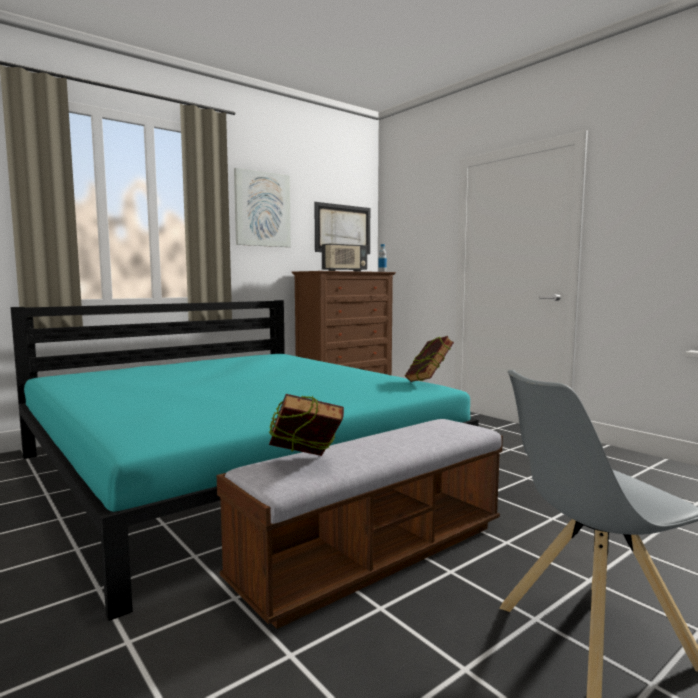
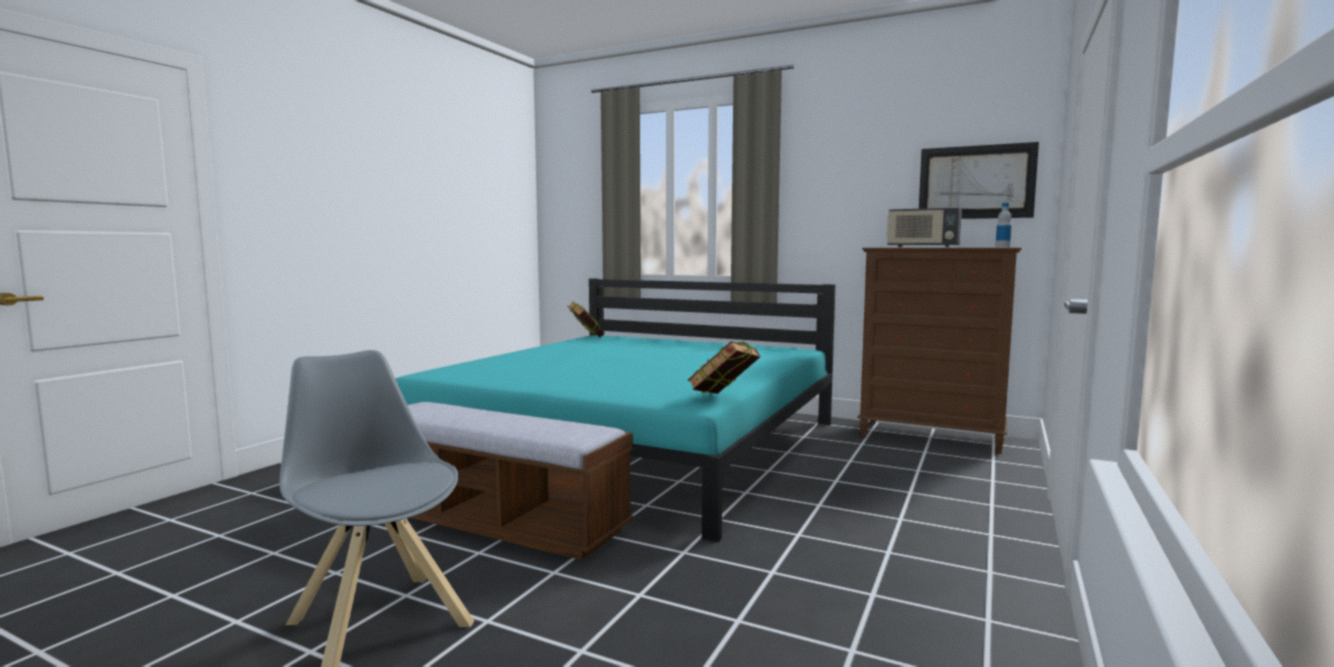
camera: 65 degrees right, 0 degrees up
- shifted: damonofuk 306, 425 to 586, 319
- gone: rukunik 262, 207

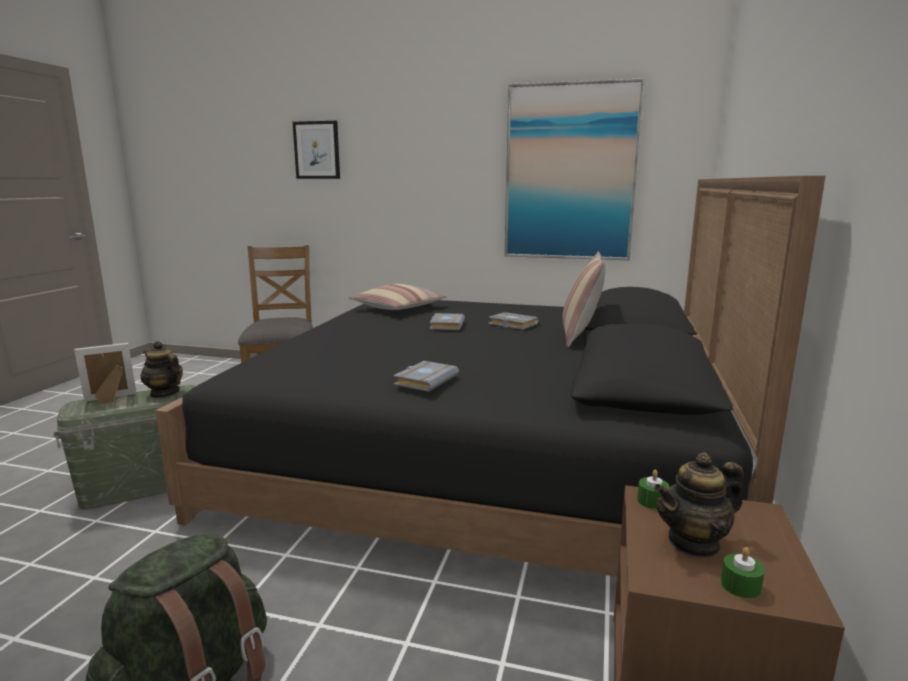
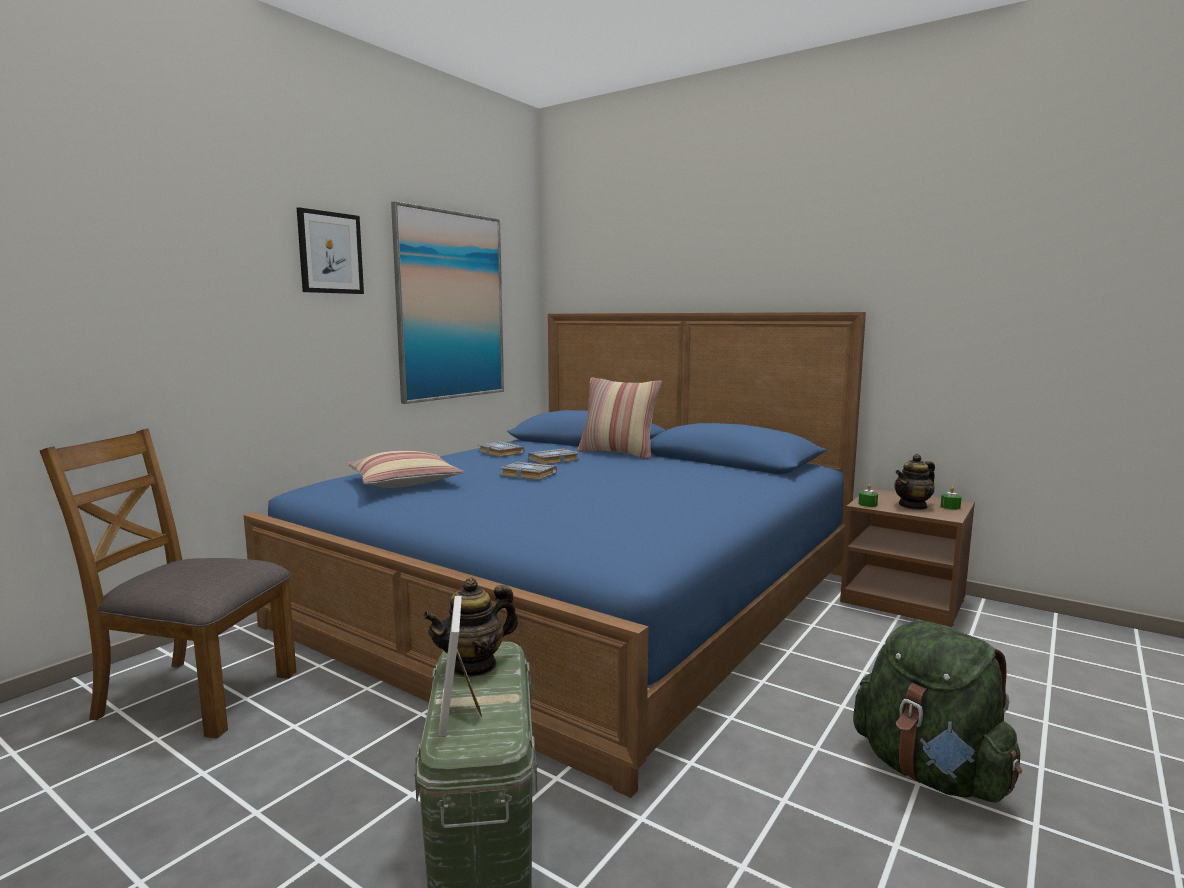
camera: 70 degrees left, 5 degrees down
- repainted: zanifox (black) 490, 376 to zanifox (blue) 554, 555
- shifted: rukunik 316, 150 to 330, 250
- shifted: damonofuk (grey) 426, 376 to 501, 449
- rotated: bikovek 699, 505 = 914, 482 60 degrees clockwise

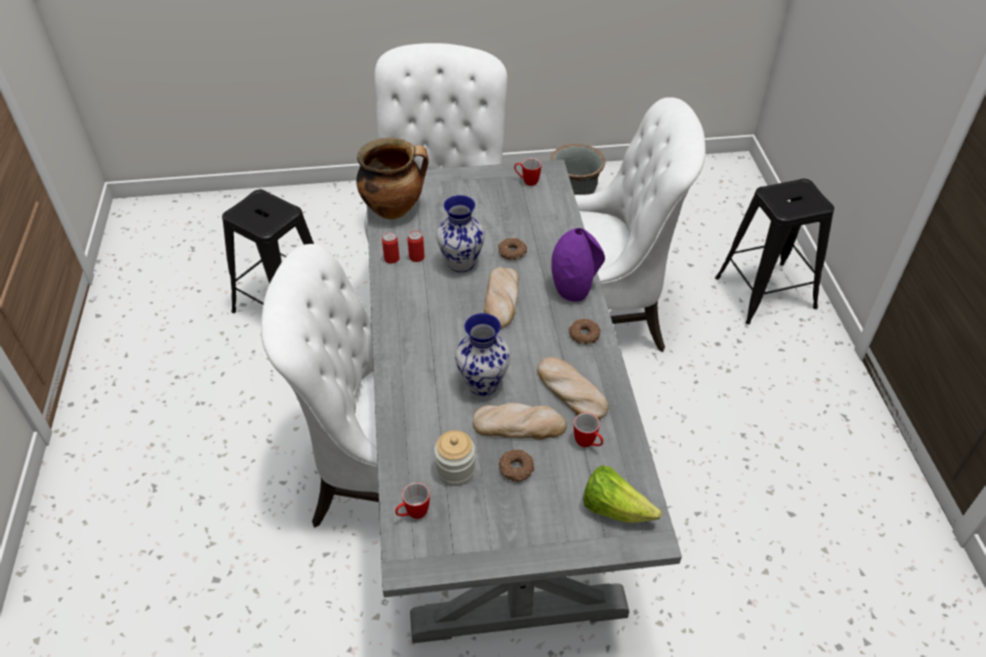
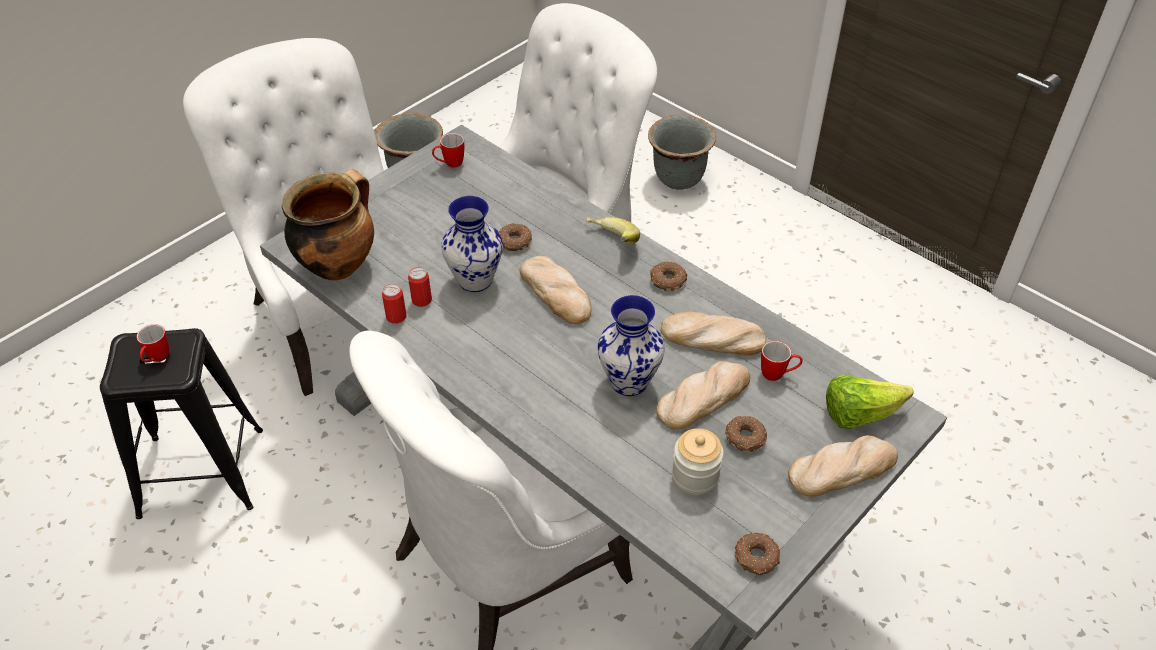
camera: 40 degrees left, 0 degrees up
- shifted: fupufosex 412, 500 to 152, 343
- swapped: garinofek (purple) 578, 265 to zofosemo 613, 230
- swapped: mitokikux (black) 774, 252 to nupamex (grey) 682, 152
- new: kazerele 757, 554
- new: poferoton 843, 466

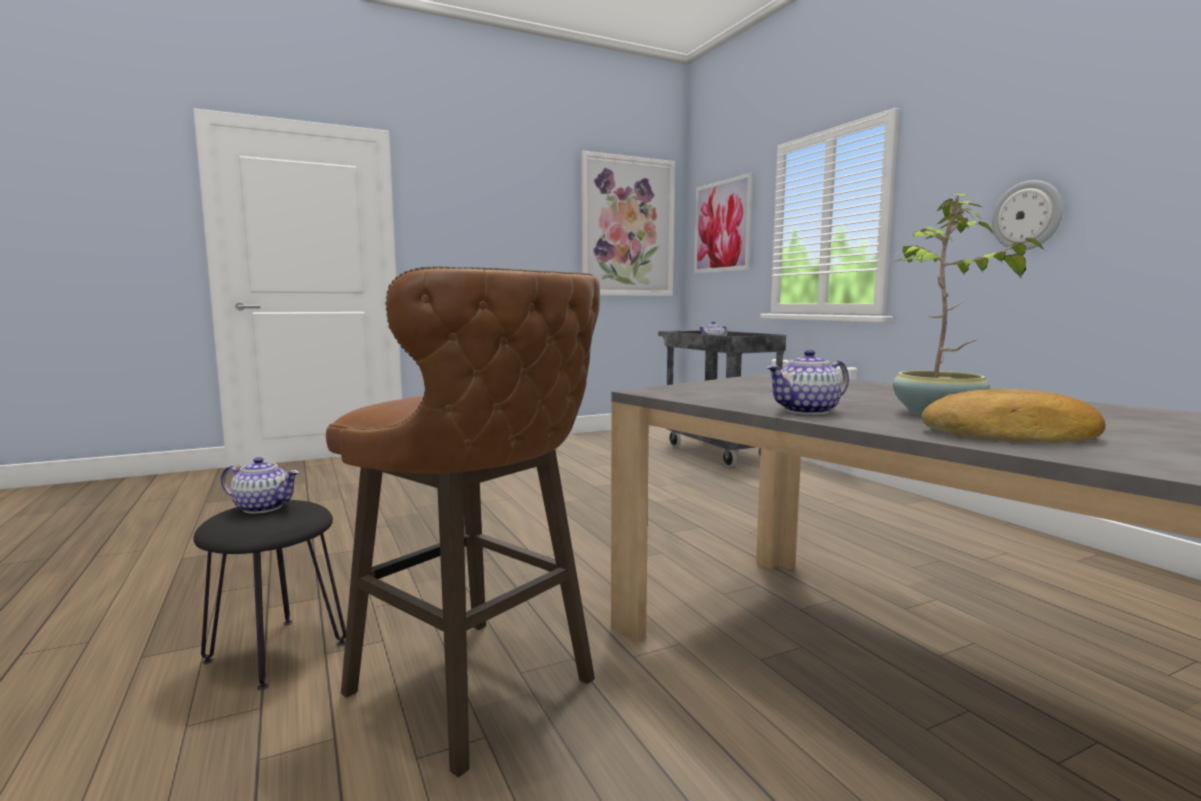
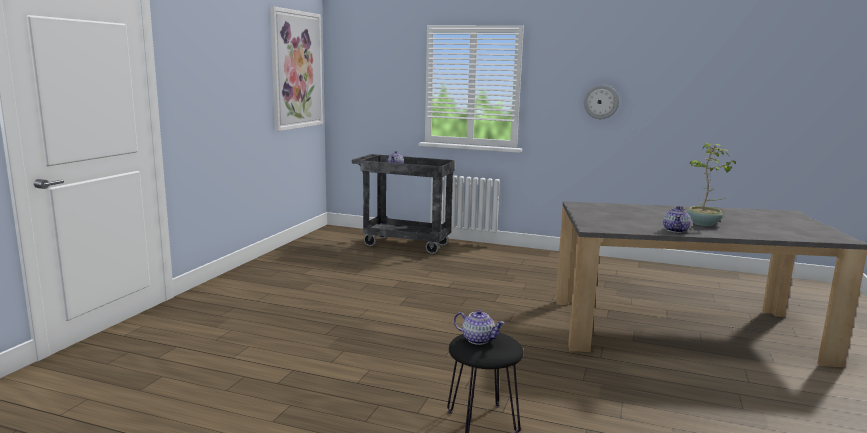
camera: 45 degrees left, 5 degrees up
- rotated: bikovek 260, 485 = 479, 327 60 degrees clockwise
- gone: mitokikux (brown) 463, 521
- gone: rukunik 723, 222
- gone: poferoton 1013, 416

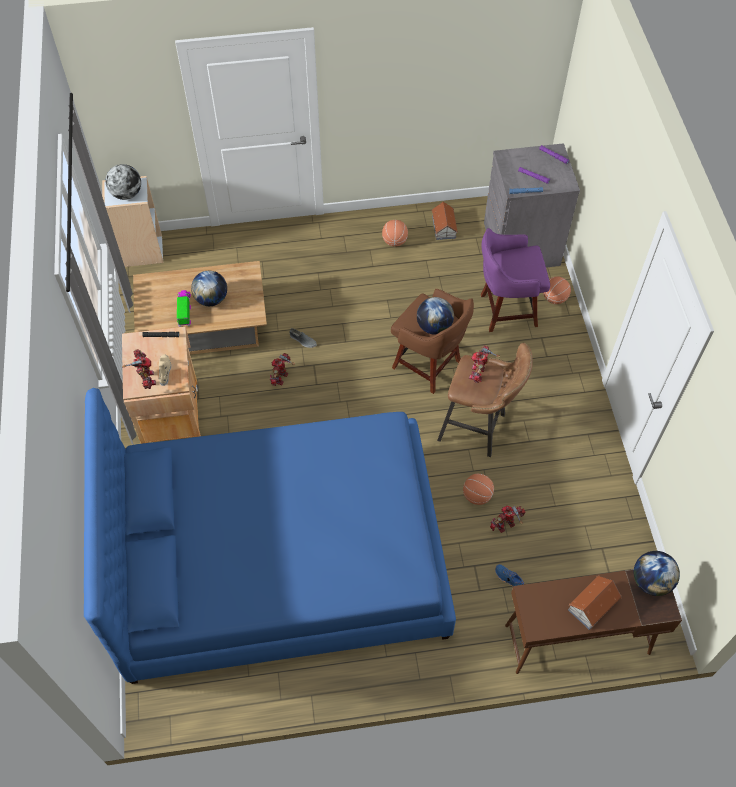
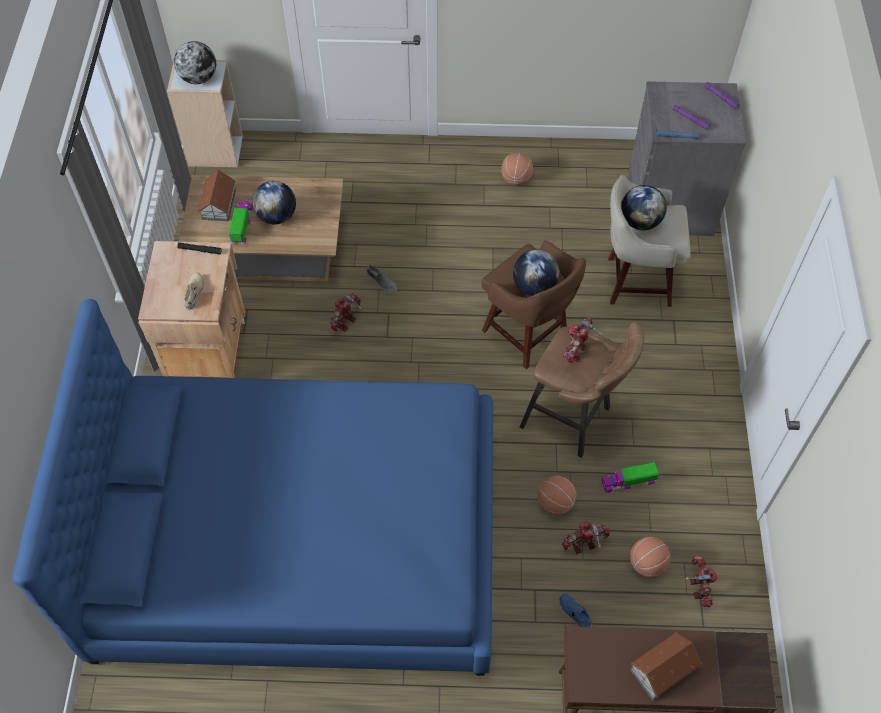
camera: 10 degrees right, 0 degrees up
- shifted: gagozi 445, 221 to 217, 195
- new: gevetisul 630, 477
- repainted: mitokikux (purple) 515, 280 to mitokikux (beige) 649, 240
- shifted: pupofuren 657, 573 to 644, 207
- shifted: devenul 557, 290 to 650, 557
- shifted: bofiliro 139, 369 to 701, 581

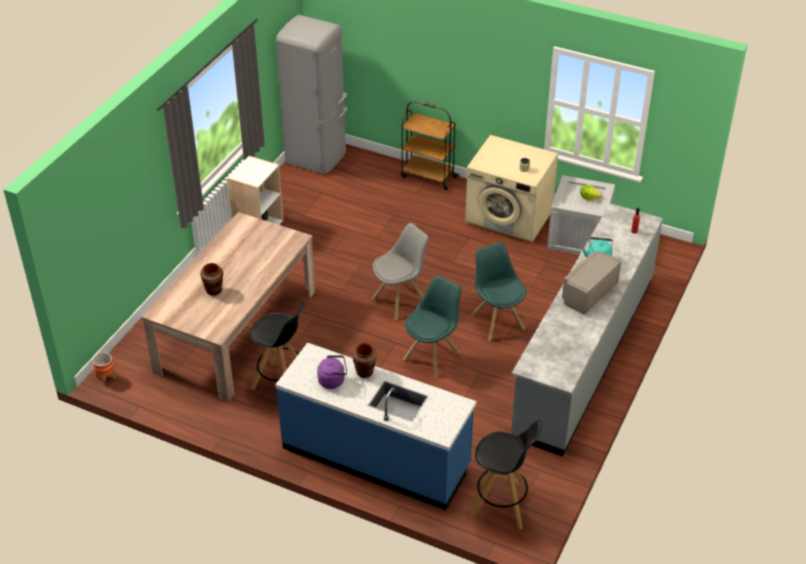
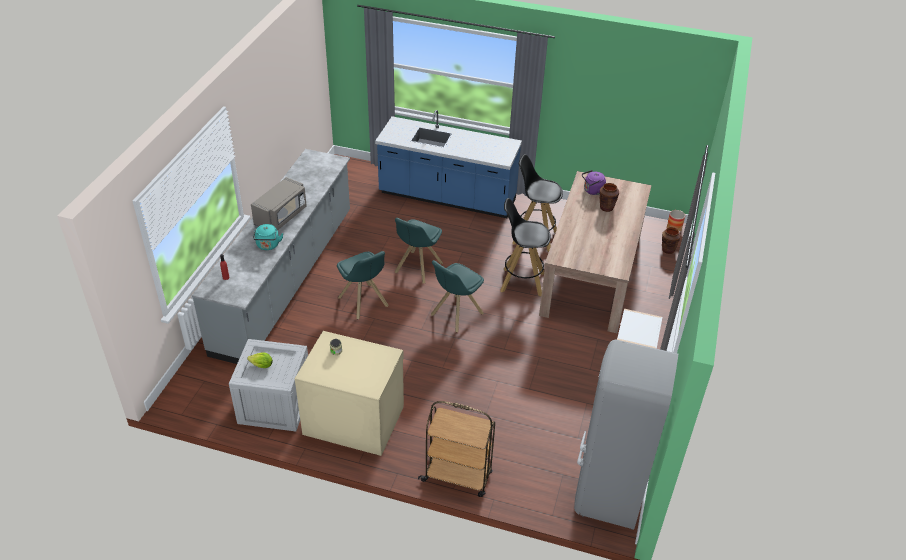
camera: 170 degrees right, 0 degrees up
- repainted: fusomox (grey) 400, 271 to fusomox (turquoise) 457, 296
- shifted: mitokikux (black) 506, 475 to 525, 247
- shifted: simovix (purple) 332, 372 to 594, 182
- shifted: garinofek (brown) 364, 360 to 671, 240

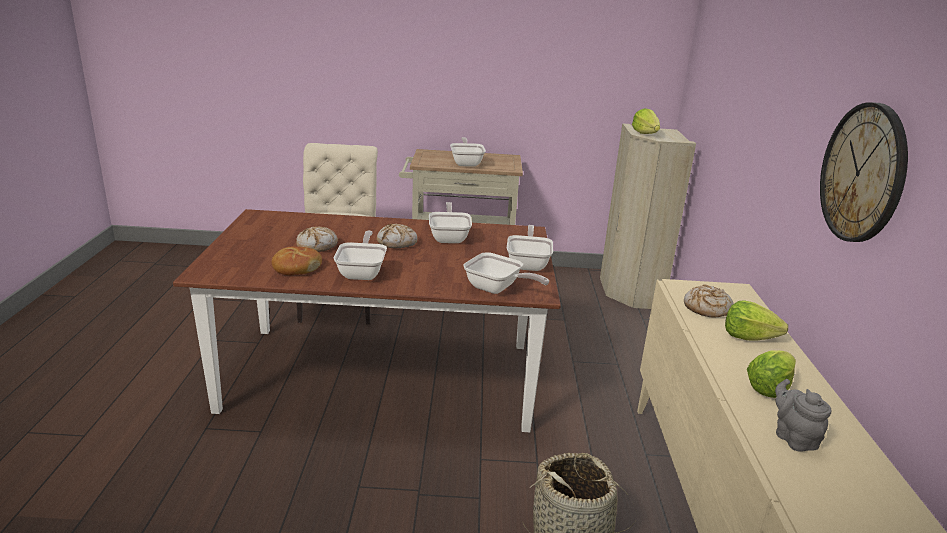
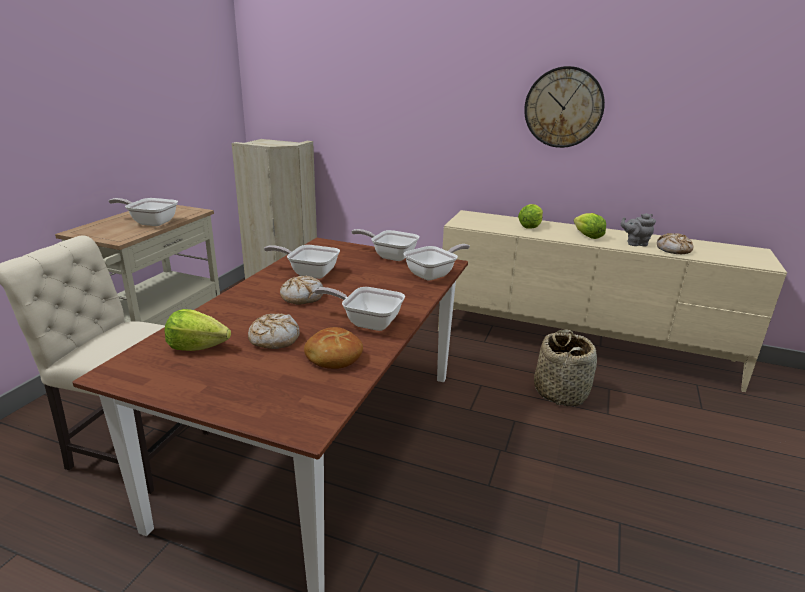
camera: 70 degrees left, 0 degrees up
- shifted: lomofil 646, 121 to 197, 330
- shifted: poferoton 708, 301 to 675, 243

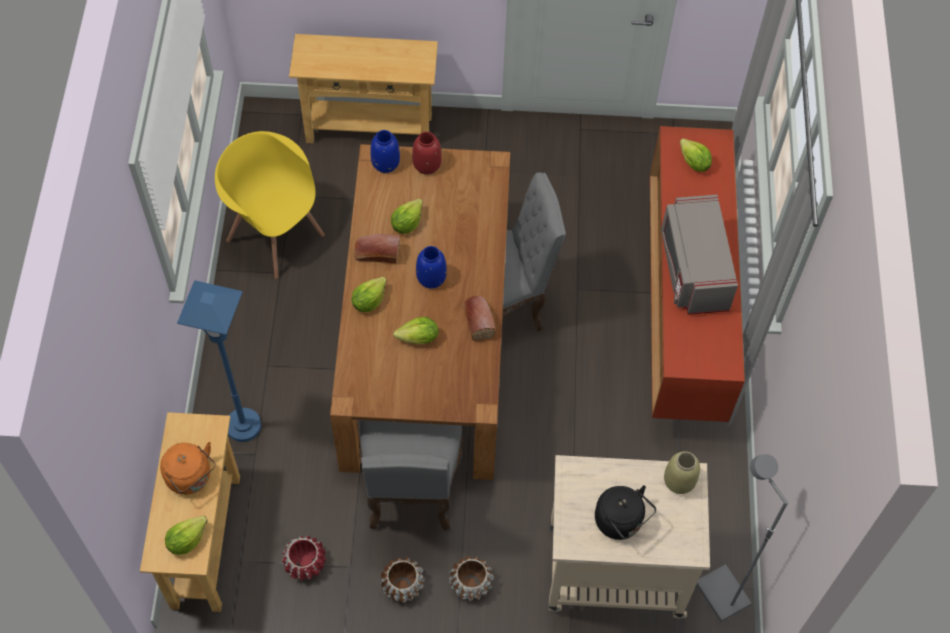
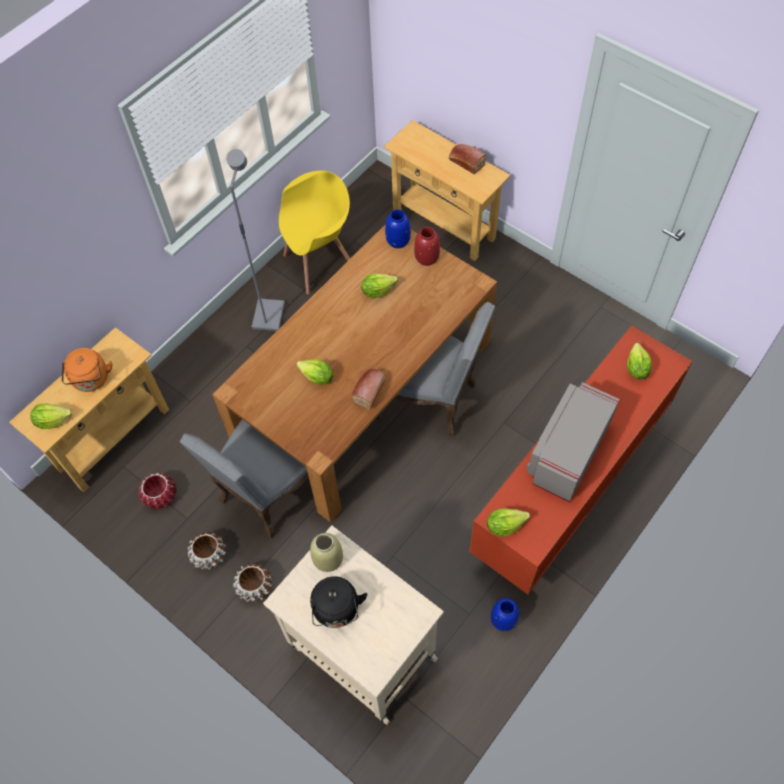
camera: 40 degrees right, 0 degrees up
- shifted: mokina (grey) 742, 538 to 255, 240
- rotated: fusomox (yellow) 270, 204 = 314, 232 75 degrees clockwise
- shifted: garinofek (beige) 682, 472 to 326, 552
- shifted: poferoton 377, 248 to 468, 159
- shifted: lomofil 369, 294 to 508, 522
- shifted: garinofek (blue) 431, 267 to 505, 614
- gone: mokina (blue) 219, 361

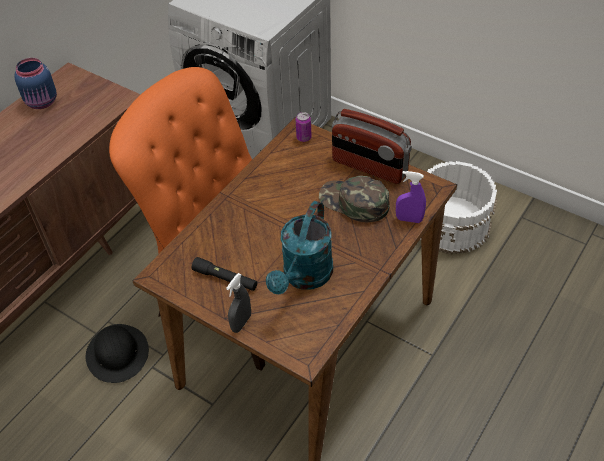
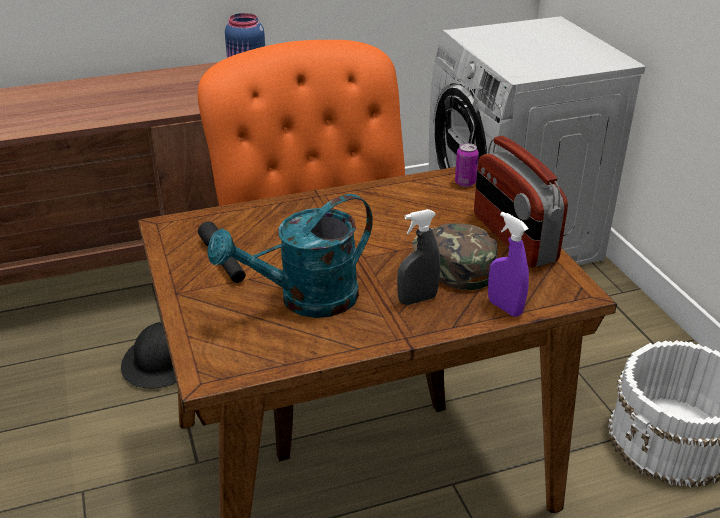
camera: 35 degrees right, 15 degrees down
- shifted: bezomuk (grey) 238, 303 to 418, 257

